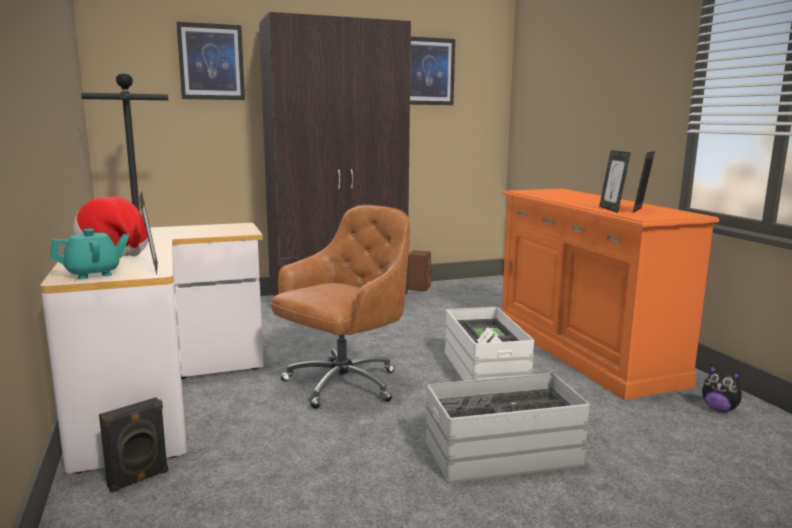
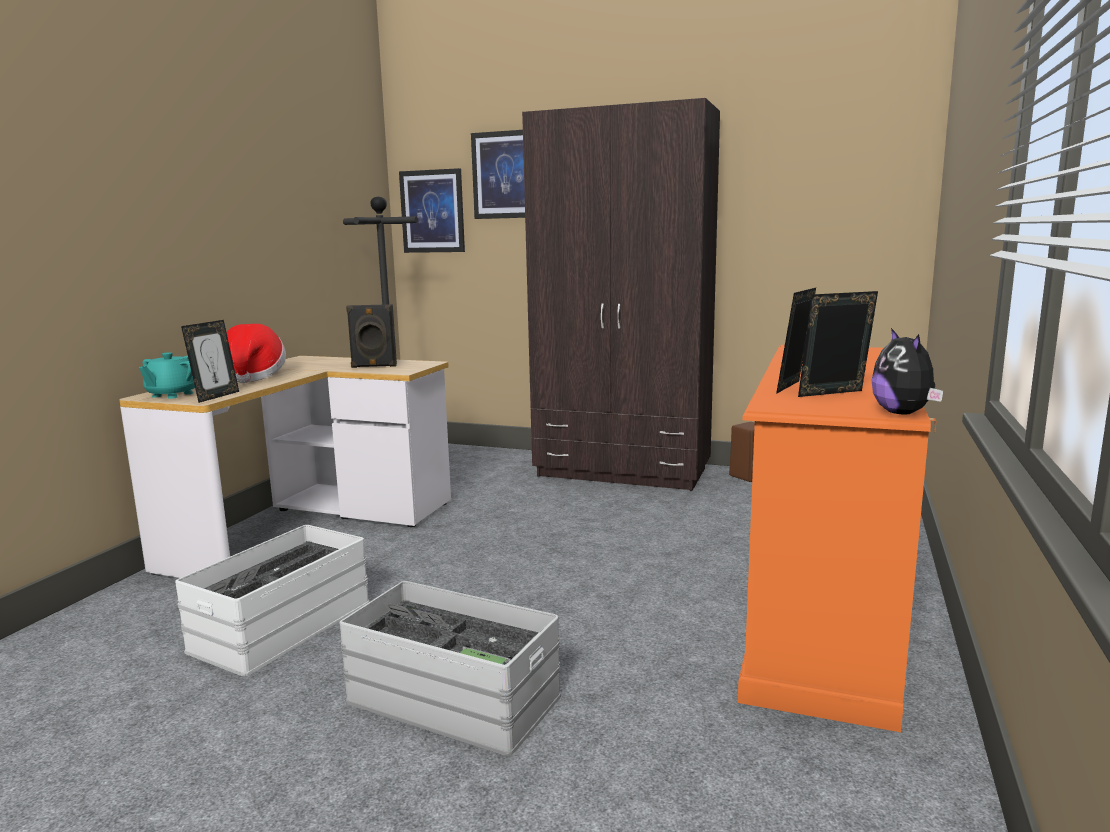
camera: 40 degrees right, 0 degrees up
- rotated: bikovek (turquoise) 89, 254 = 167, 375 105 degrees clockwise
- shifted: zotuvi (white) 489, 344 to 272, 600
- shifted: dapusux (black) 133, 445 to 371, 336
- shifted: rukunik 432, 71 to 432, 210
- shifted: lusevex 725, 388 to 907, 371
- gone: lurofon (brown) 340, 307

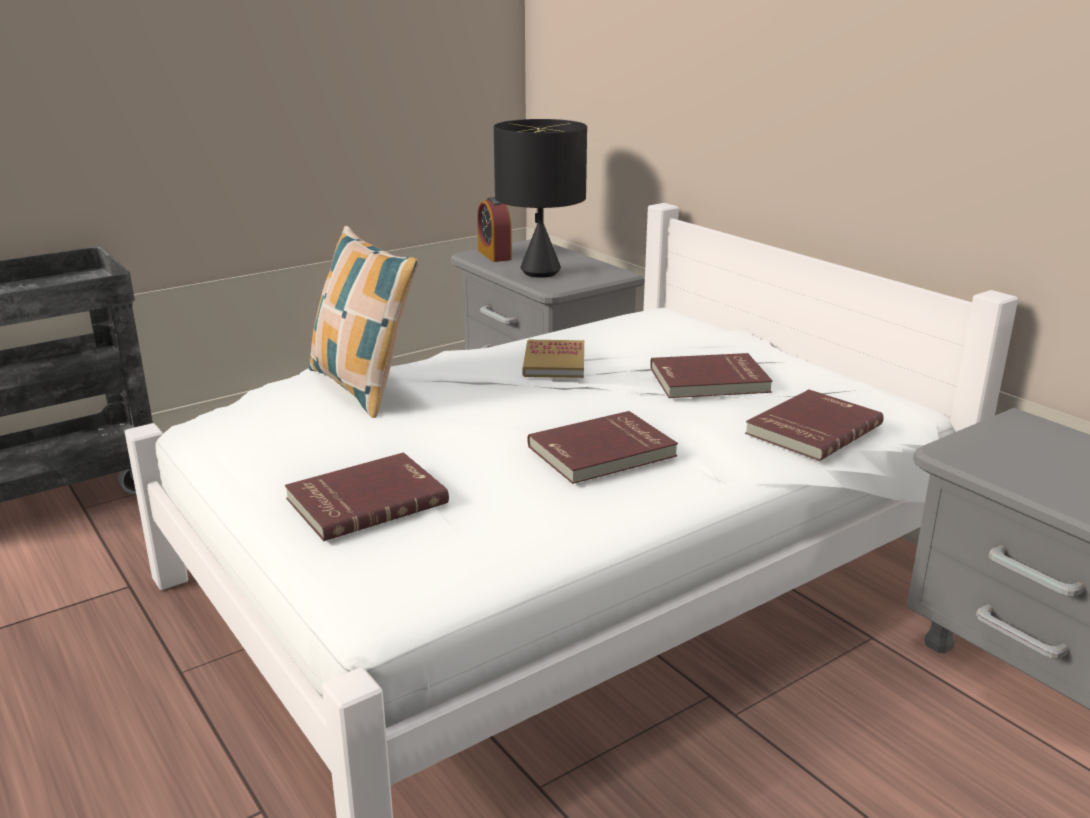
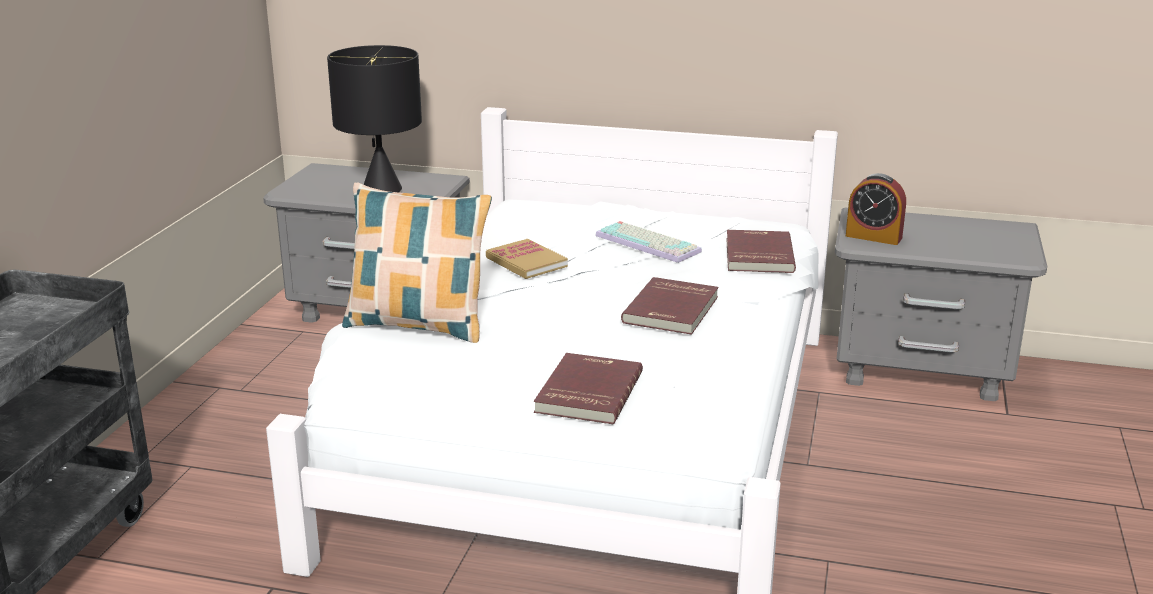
camera: 40 degrees left, 0 degrees up
- swapped: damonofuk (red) 711, 375 to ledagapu 648, 242
- shifted: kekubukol 494, 229 to 876, 209

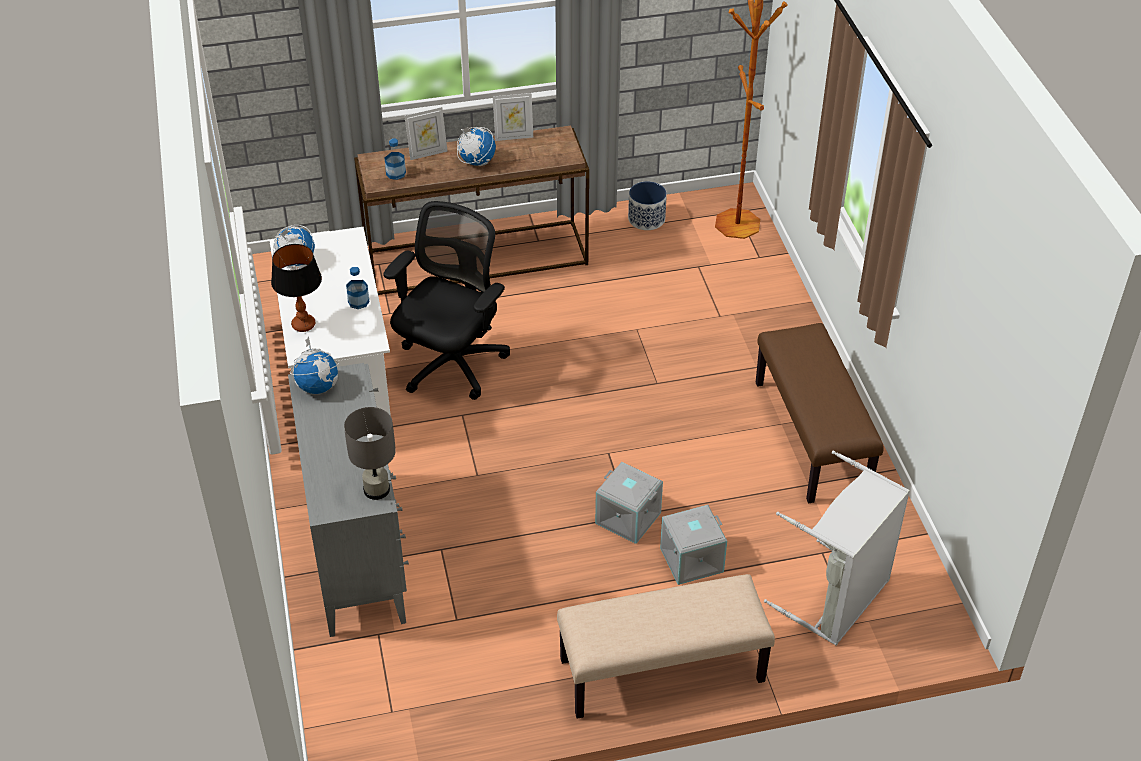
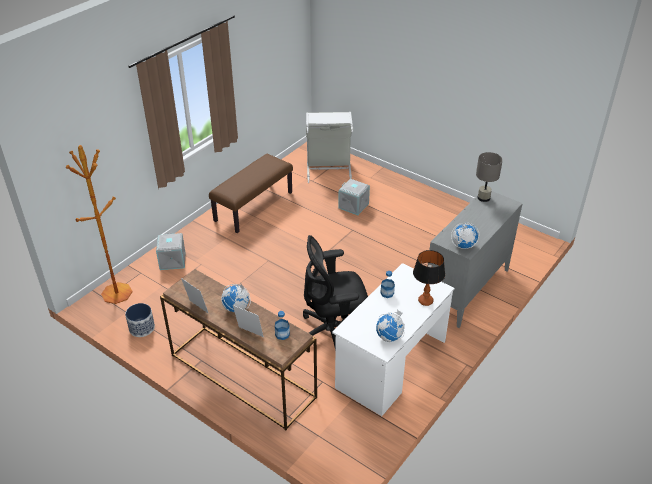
camera: 130 degrees left, 5 degrees down
- shifted: zotuvi (grey) 629, 503 to 170, 251
- gone: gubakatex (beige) 666, 646

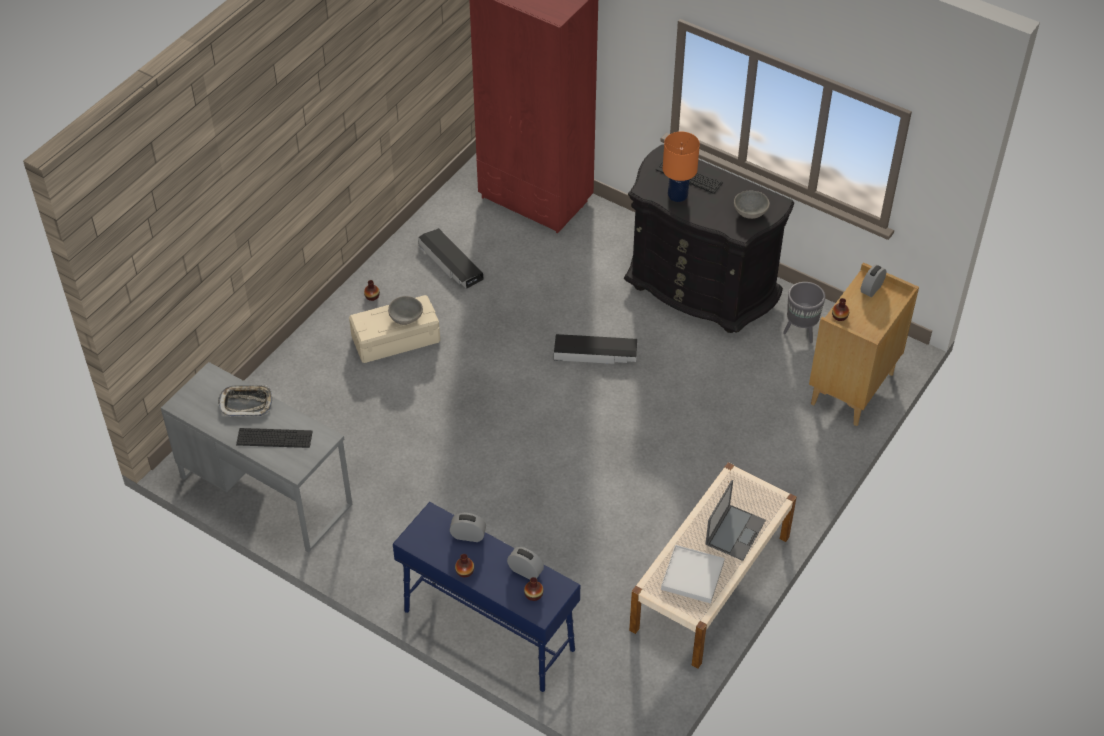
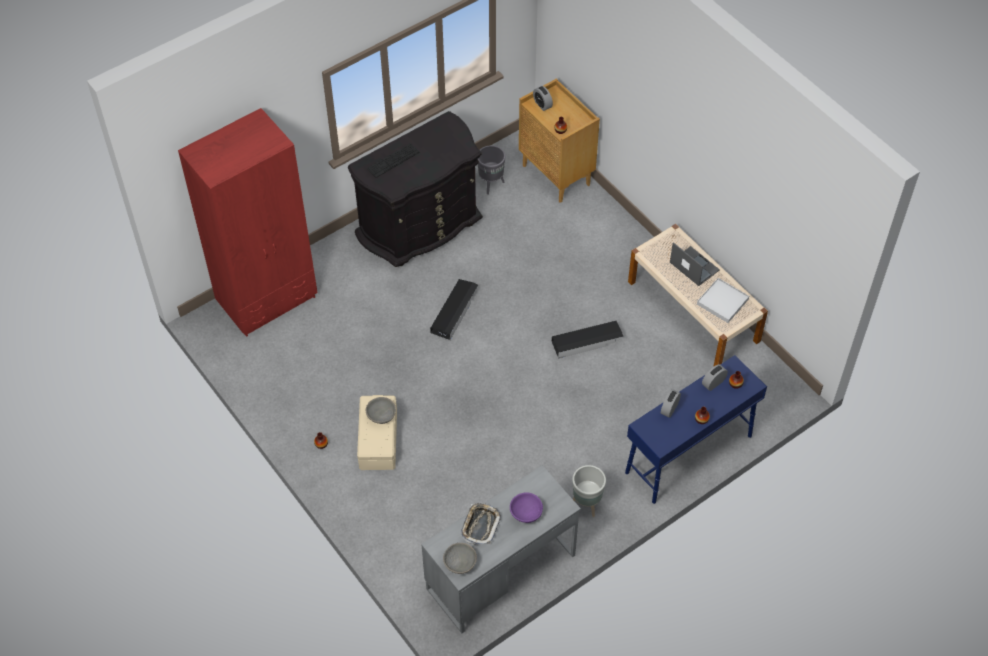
camera: 70 degrees left, 5 degrees up
- shifted: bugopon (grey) 752, 205 to 460, 558
- swapped: ledagapu 274, 438 to bugopon (purple) 526, 507
- shifted: zotuvi (black) 451, 258 to 587, 340
- new: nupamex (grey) 589, 491
- gone: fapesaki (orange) 681, 167

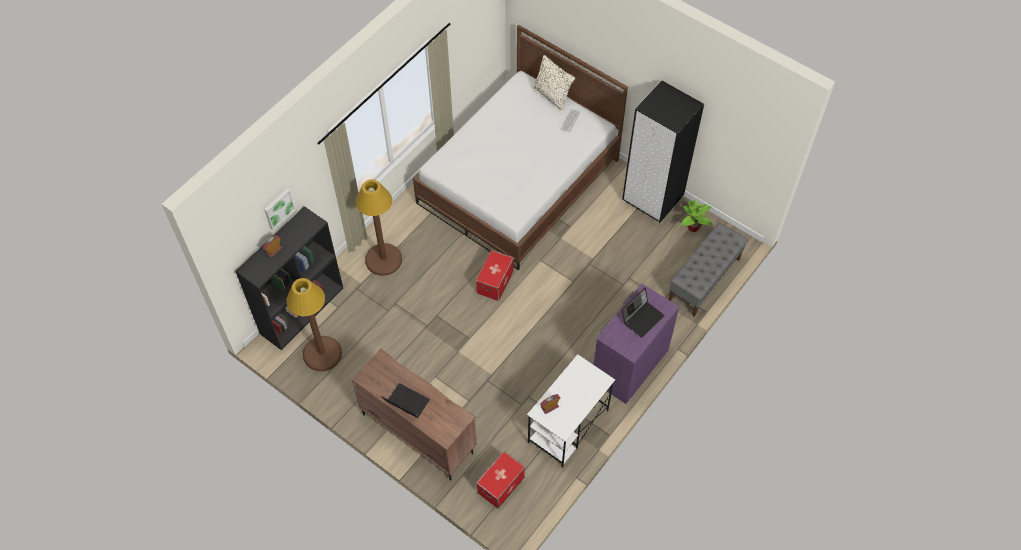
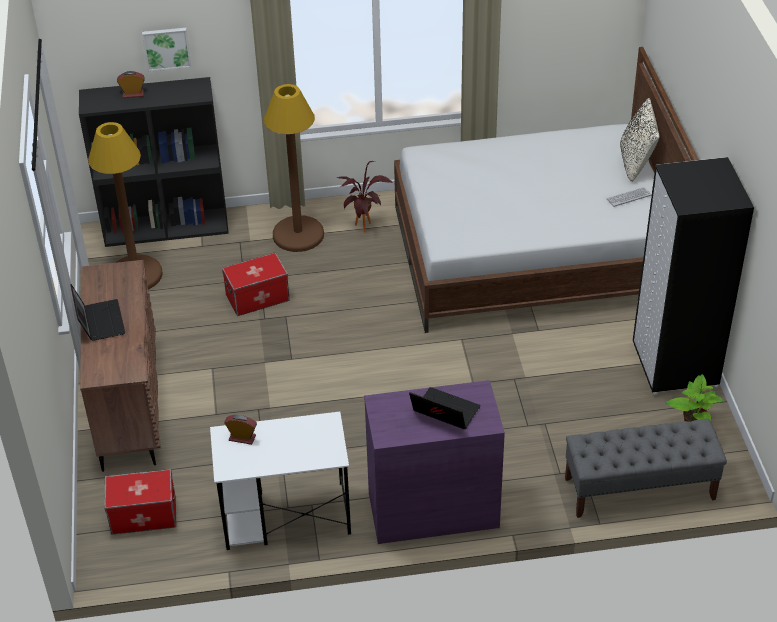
camera: 45 degrees right, 15 degrees down
- shifted: zotuvi 495, 275 to 256, 284
- new: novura 364, 197
- rotated: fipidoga 643, 313 = 445, 408 150 degrees counterclockwise

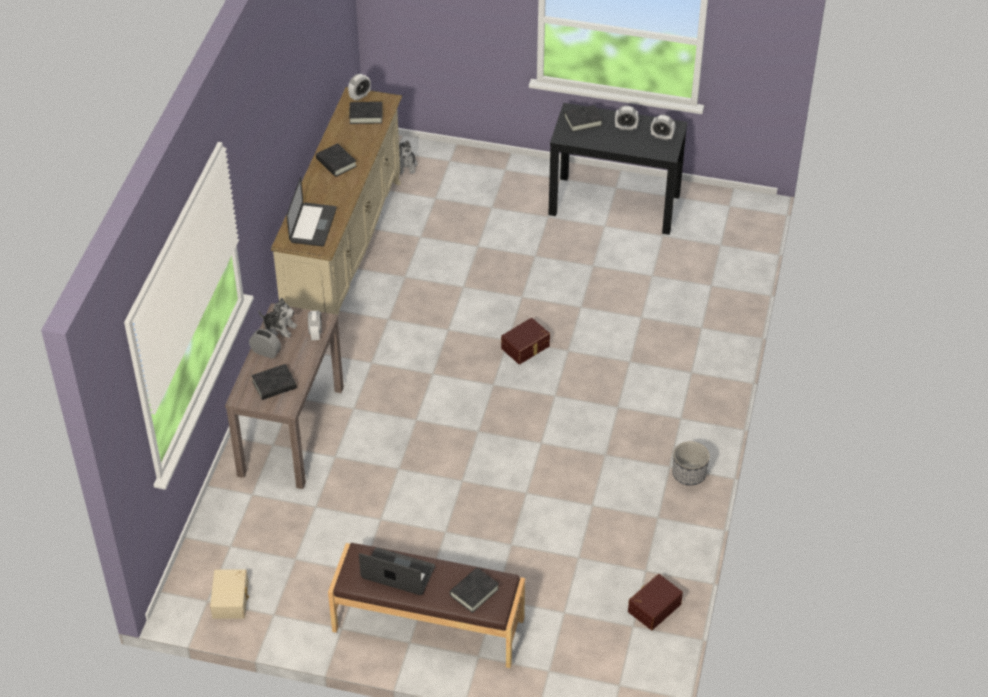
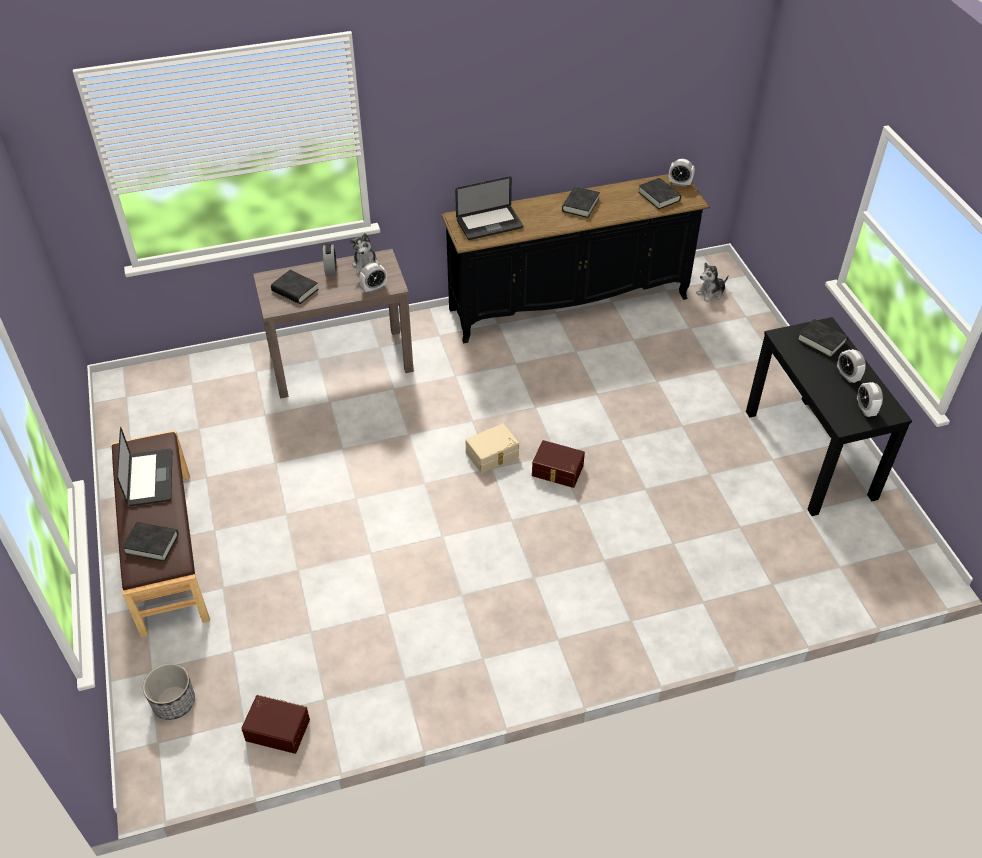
camera: 60 degrees right, 0 degrees up
- shifted: nupamex 690, 463 to 169, 691
- repainted: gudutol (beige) 336, 201 to gudutol (black) 575, 258
- shifted: zotuvi (beige) 229, 594 to 492, 448

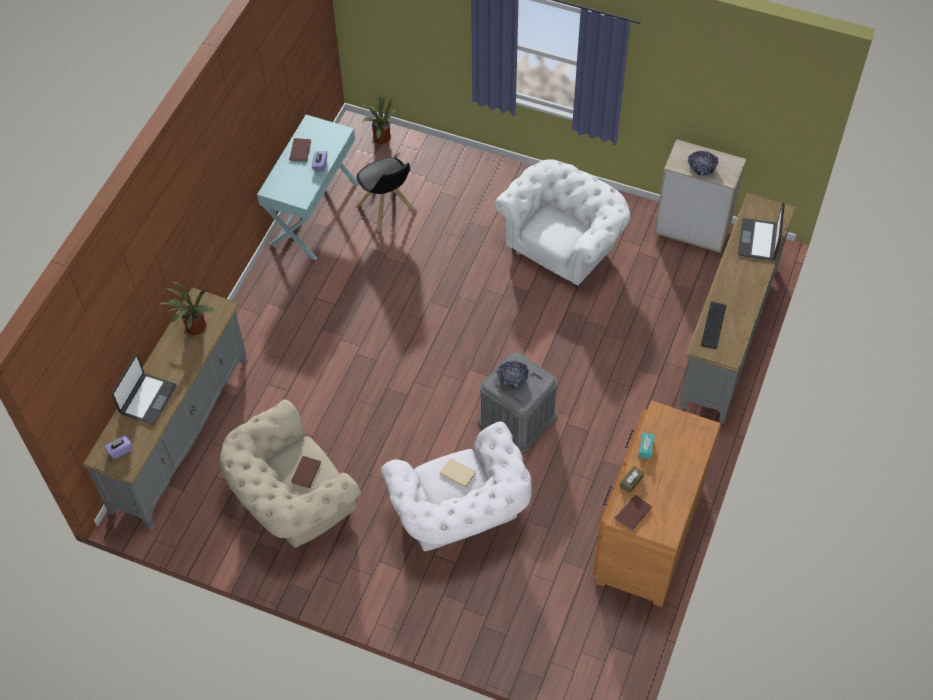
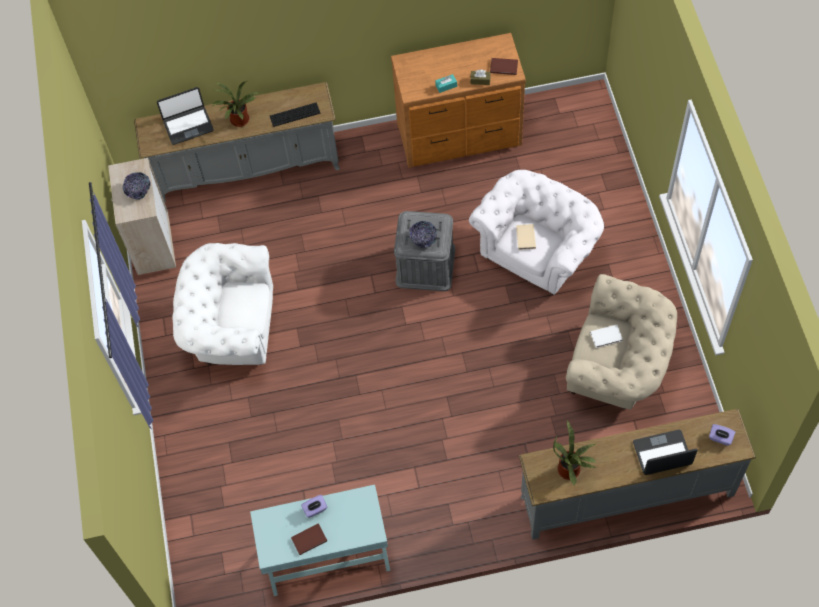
camera: 120 degrees left, 5 degrees up
- shifted: novura 379, 117 to 236, 104
- repainted: damonofuk (brown) 306, 472 to damonofuk (white) 606, 336
- gone: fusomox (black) 387, 195

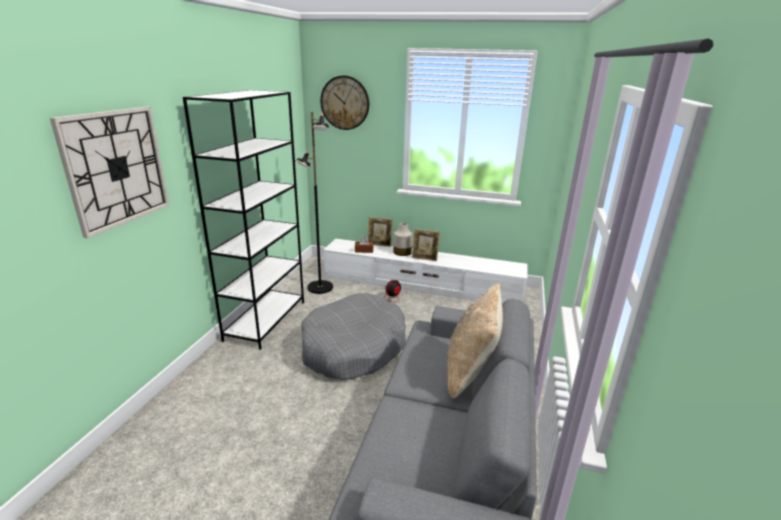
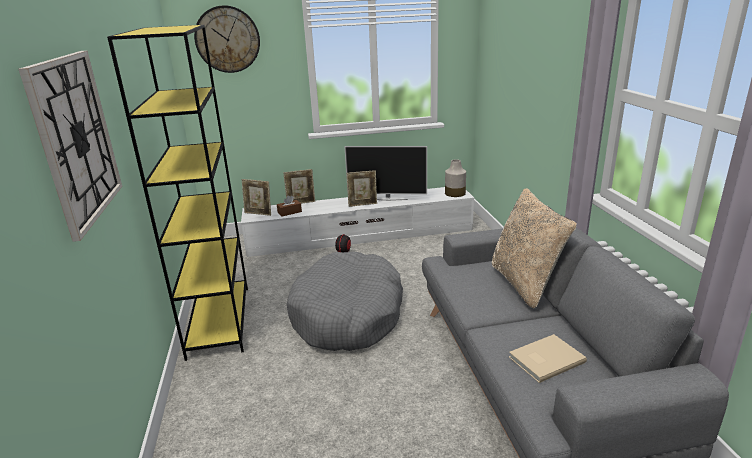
camera: 25 degrees left, 0 degrees up
- repainted: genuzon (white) 243, 220 to genuzon (yellow) 177, 193
- new: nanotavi 256, 197
- new: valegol 385, 173
- shifted: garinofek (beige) 402, 239 to 455, 178
- new: damonofuk (beige) 548, 358
- gone: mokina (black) 314, 203

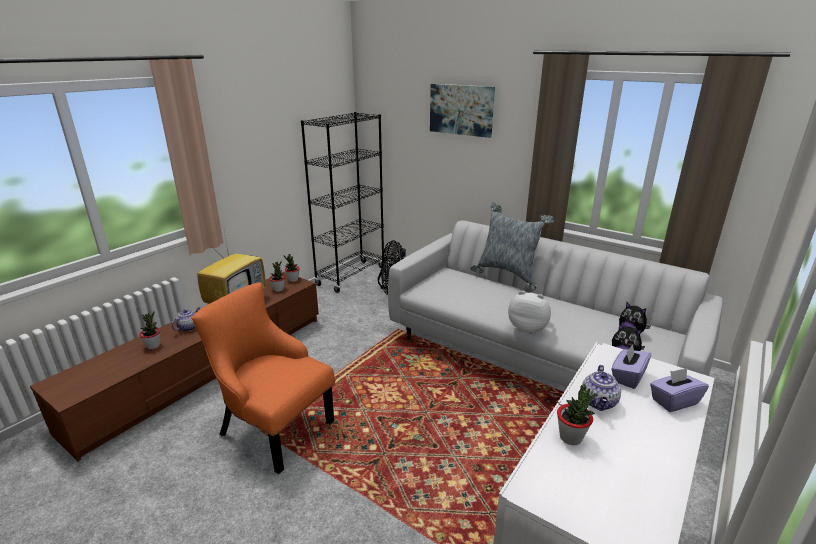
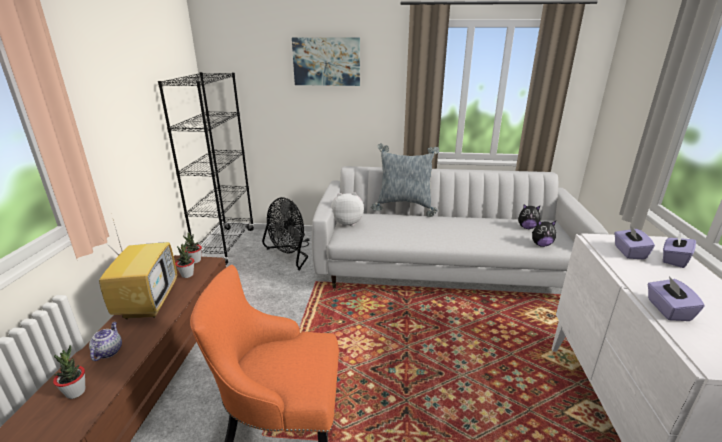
camera: 30 degrees left, 0 degrees up
- shifted: lusevex 529, 312 to 347, 209
- swapped: novura 576, 414 to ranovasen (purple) 676, 298
- gone: bikovek 601, 388

